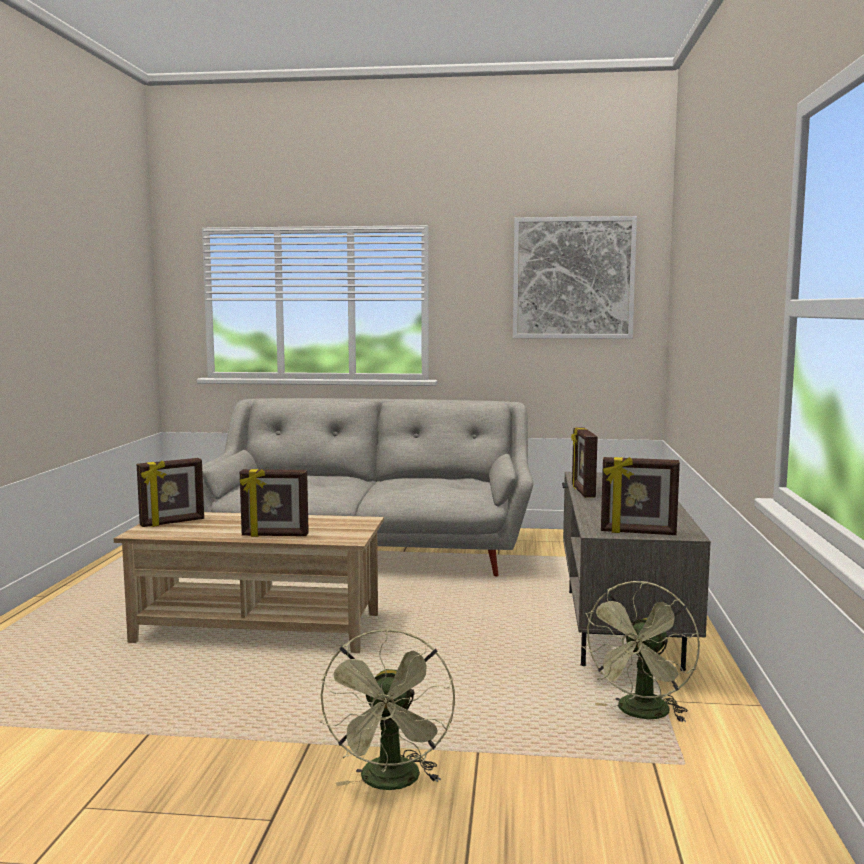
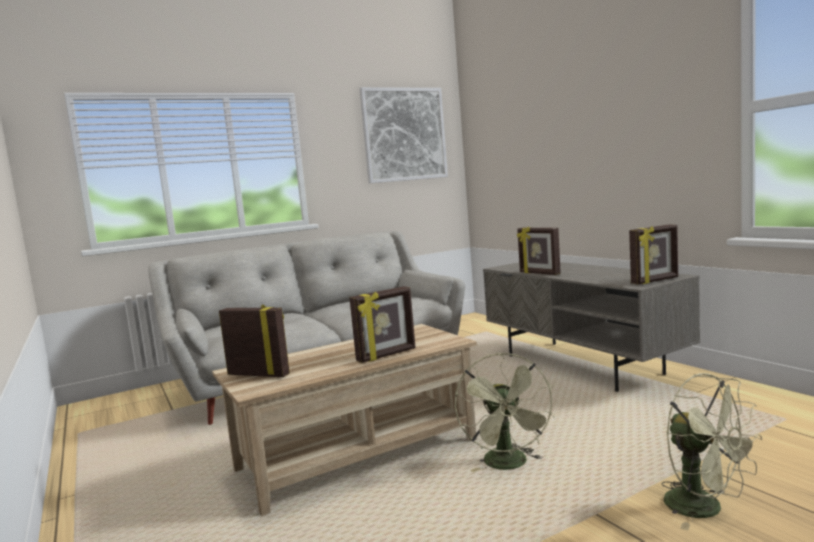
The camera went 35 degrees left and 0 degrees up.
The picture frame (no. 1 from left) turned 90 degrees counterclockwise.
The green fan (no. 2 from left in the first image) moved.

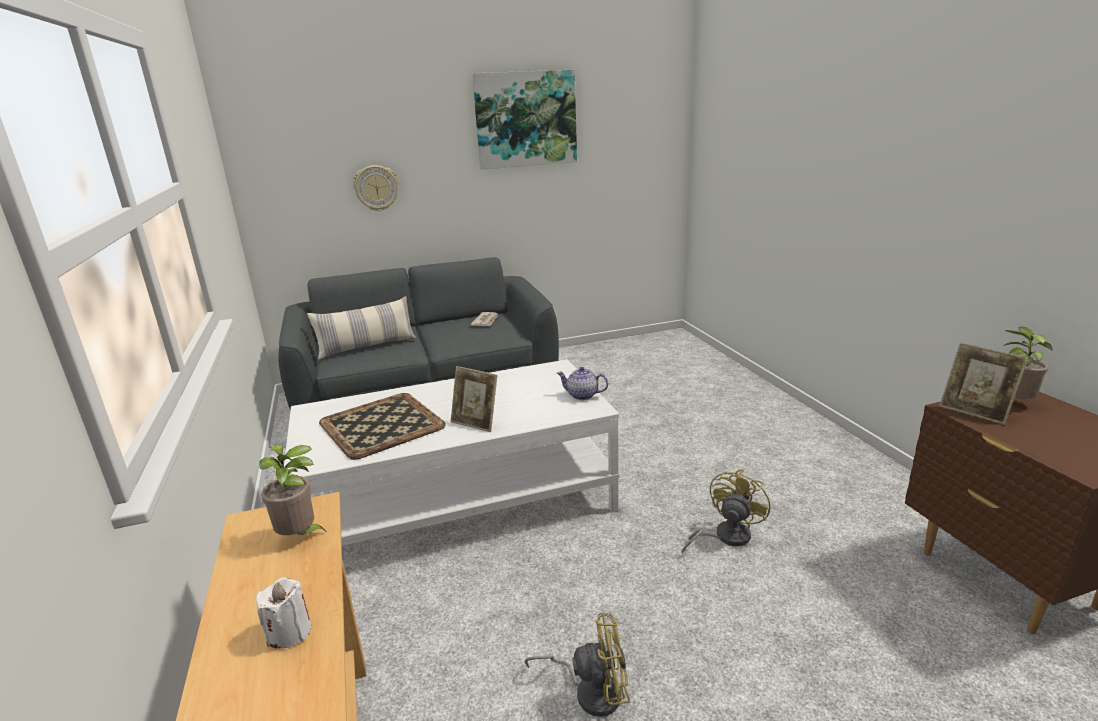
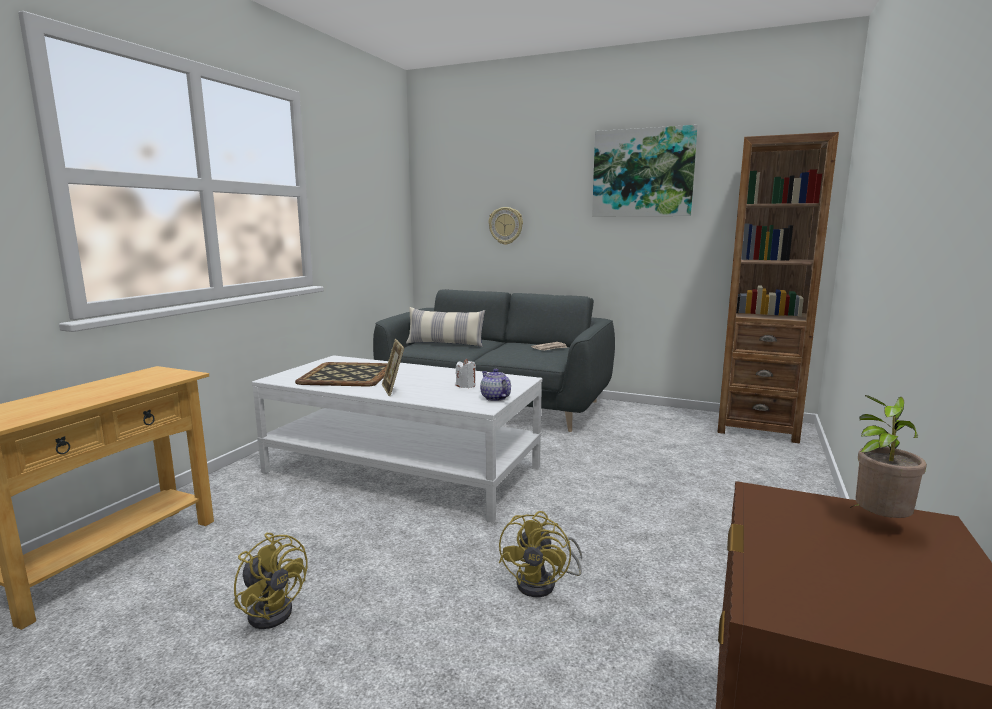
The camera went 40 degrees right and 10 degrees down.
The white candle moved.
The yellow fan (no. 2 from left) turned 120 degrees clockwise.
The brown bookcase appeared.
The potted plant (no. 1 from left) disappeared.
The picture frame (no. 2 from left) disappeared.

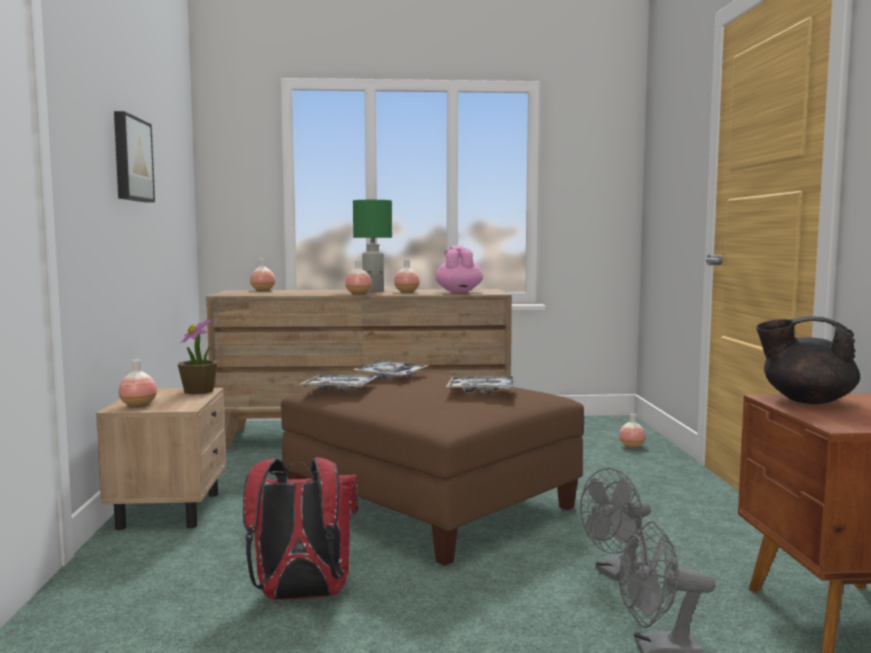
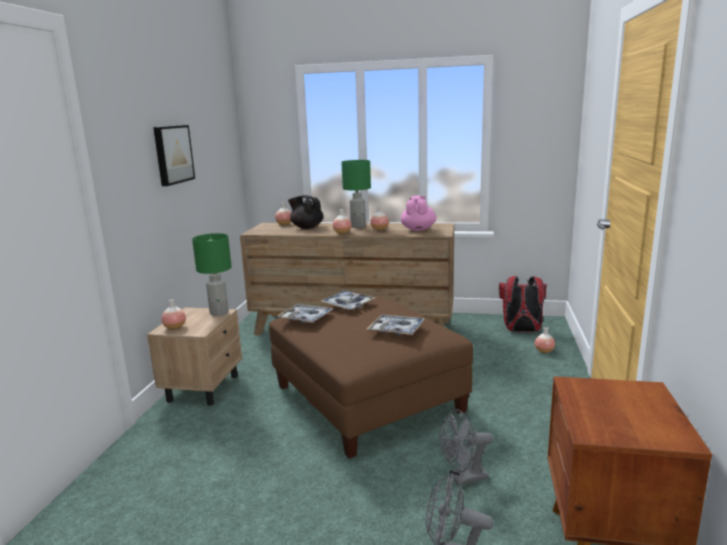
The camera went 15 degrees right and 10 degrees up.
The potted plant was replaced by the green table lamp (no. 1 from left).
The black teapot moved.
The red backpack moved.

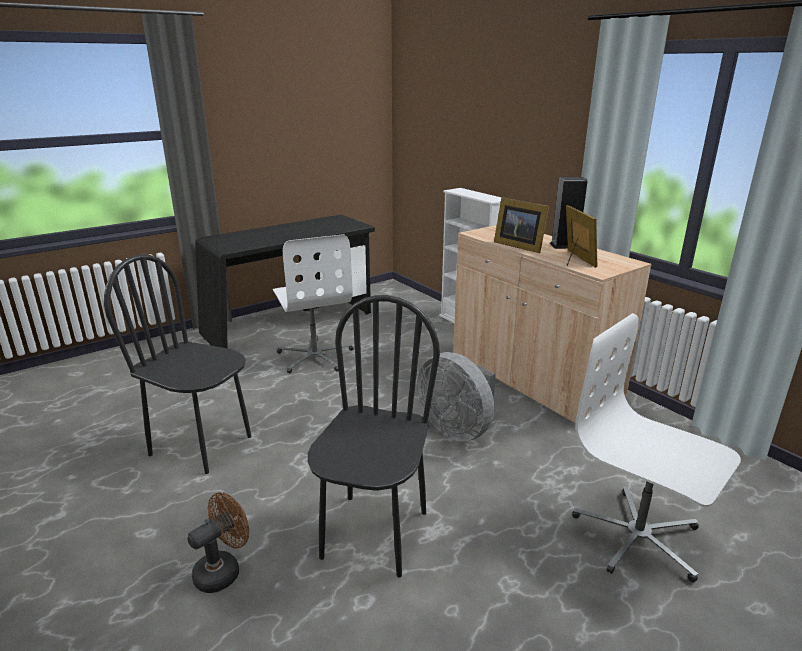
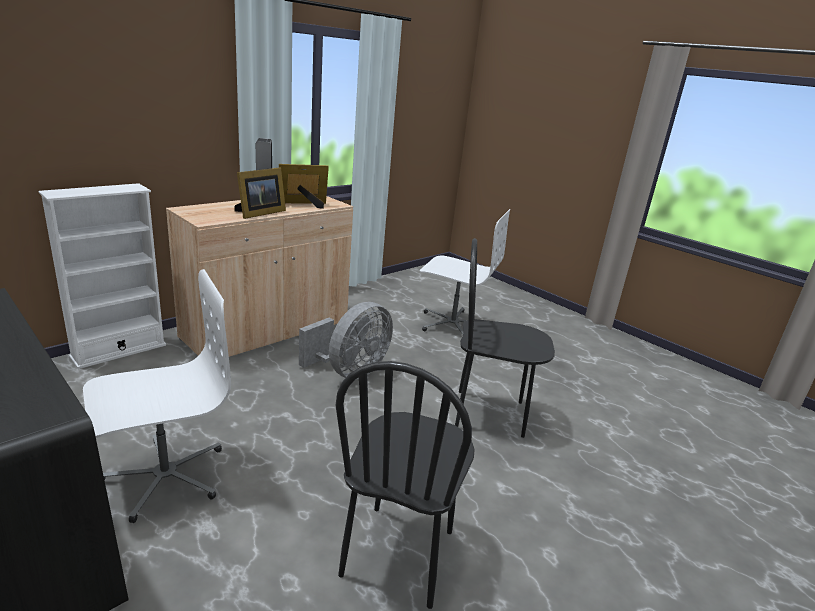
The camera went 100 degrees left and 0 degrees up.
The white office chair (no. 2 from left) turned 105 degrees counterclockwise.
The brown fan disappeared.

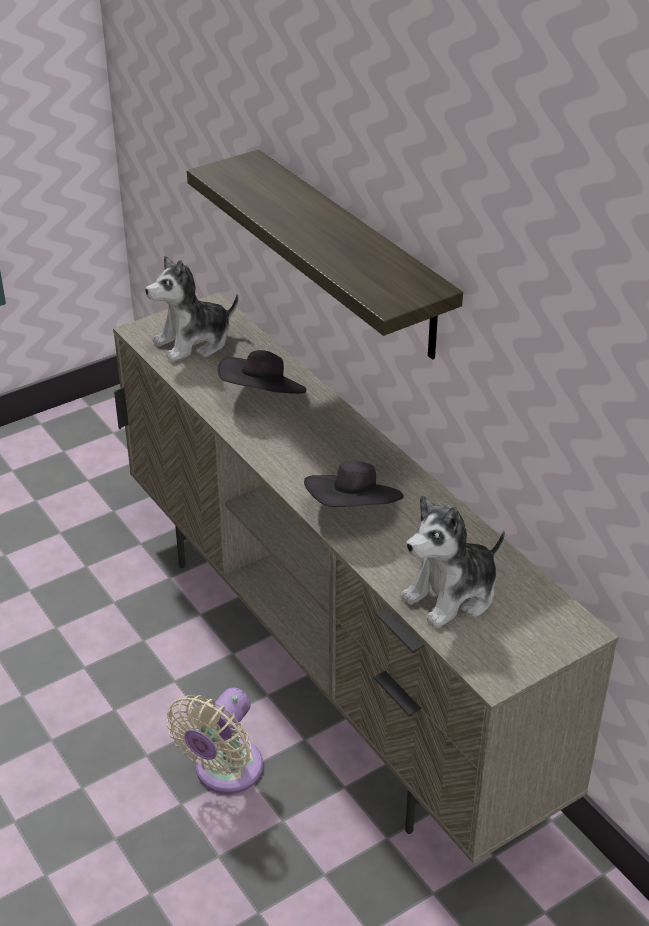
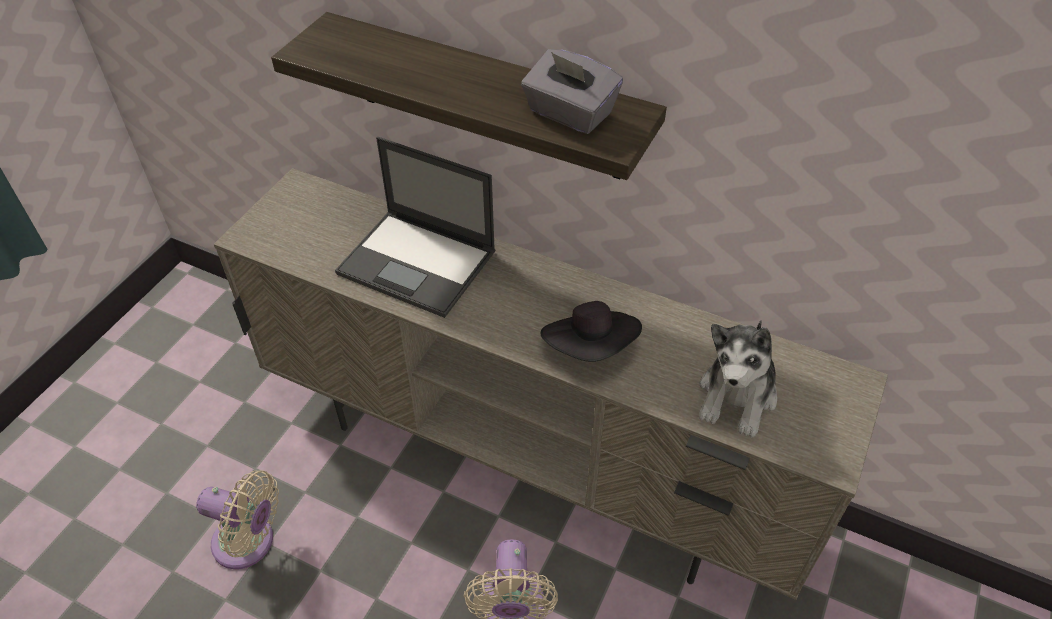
The camera went 30 degrees left and 10 degrees up.
The beige fan (no. 1 from left) appeared.
The black hat (no. 1 from left) was replaced by the laptop.
The grey tissue box appeared.
The plush toy (no. 1 from left) disappeared.

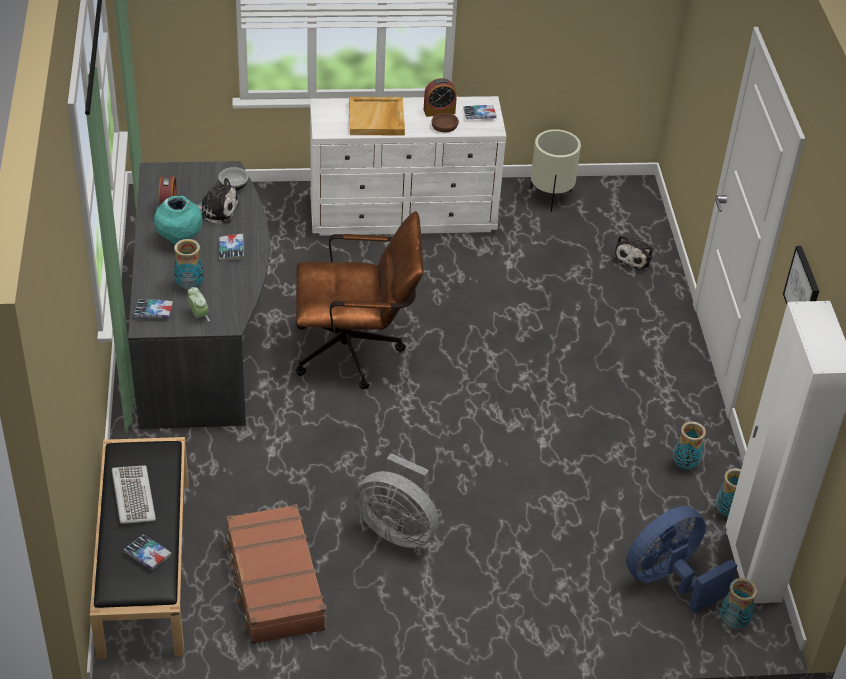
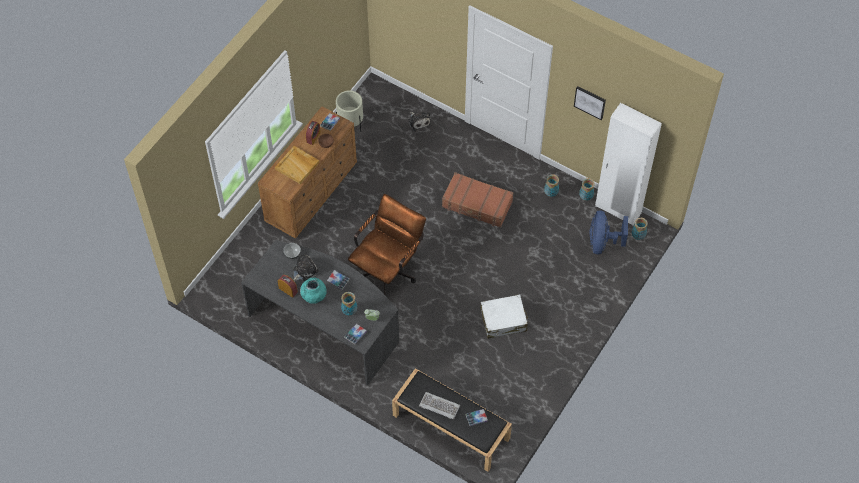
The camera went 50 degrees left and 15 degrees up.
The white dresser became the brown dresser.
The brown suitcase moved.
The grey fan was replaced by the white suitcase.

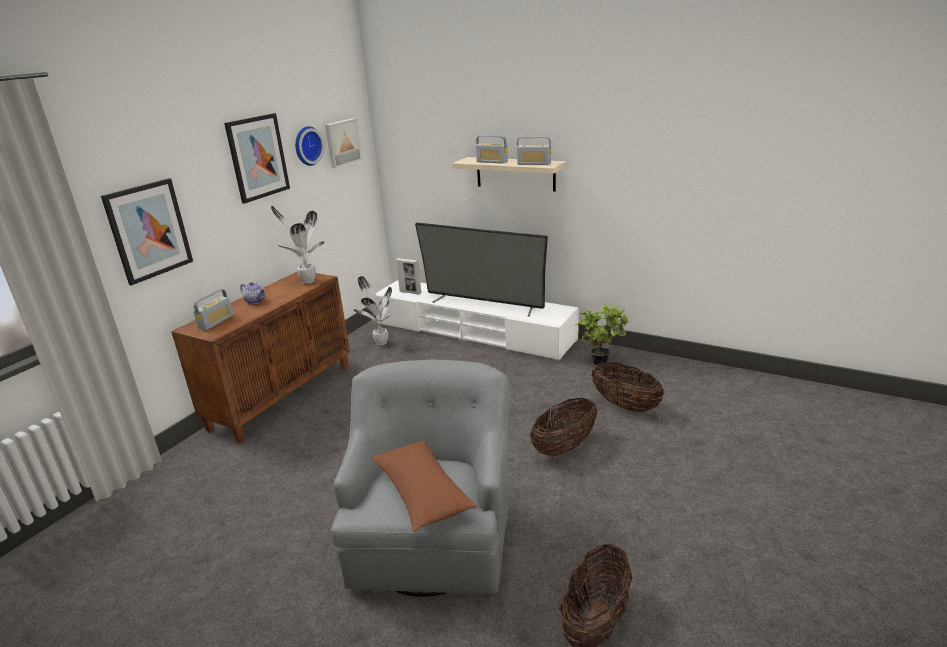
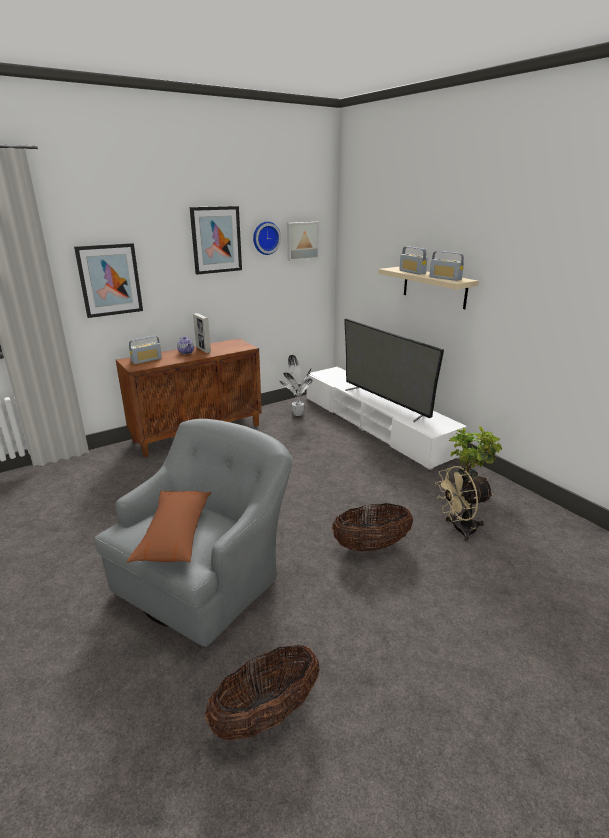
The camera went 25 degrees right and 0 degrees up.
The picture frame moved.
The basket (no. 3 from left) was replaced by the beige fan.
The potted plant (no. 1 from left) disappeared.

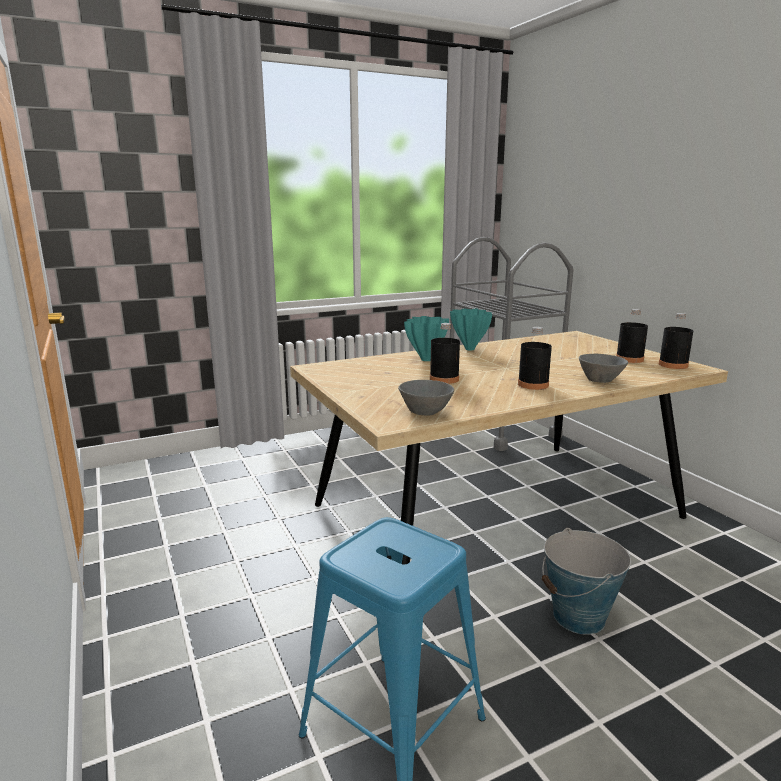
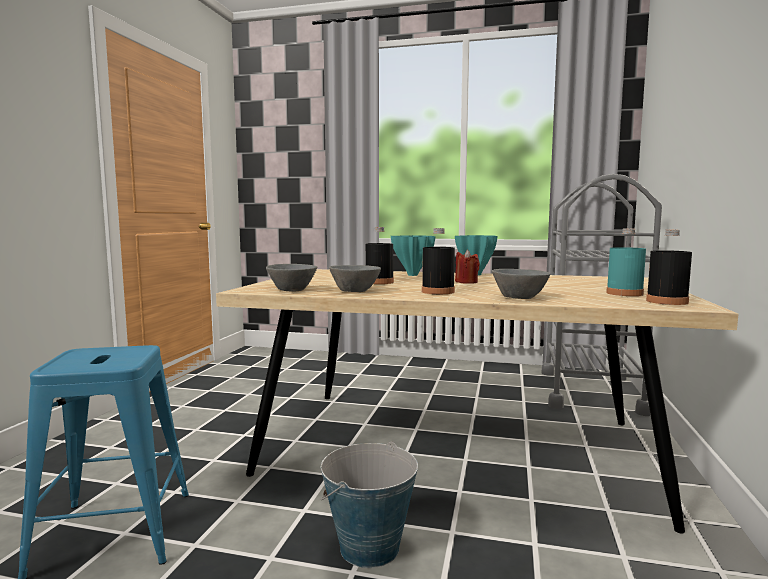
The camera went 40 degrees right and 10 degrees down.
The grey bowl (no. 2 from left) appeared.
The red candle appeared.
The black bottle (no. 3 from left) became the turquoise bottle.

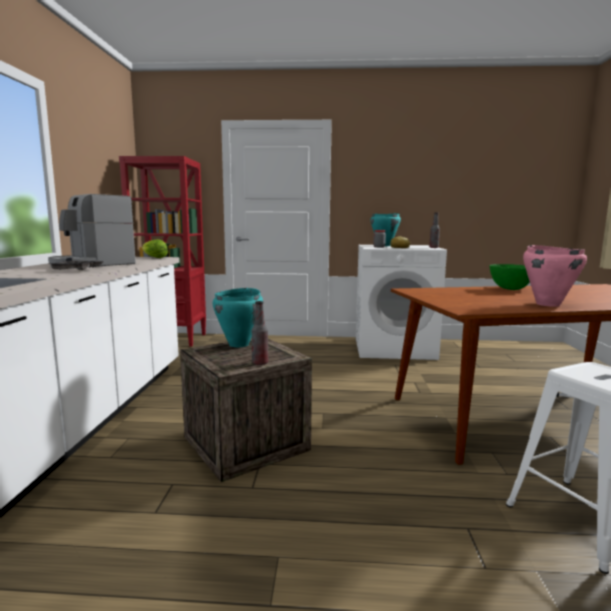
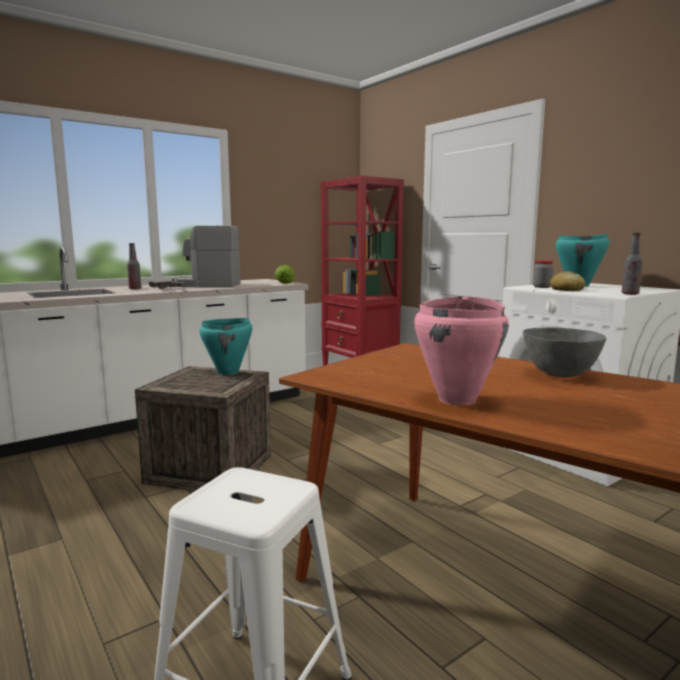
The camera went 50 degrees right and 0 degrees up.
The bottle (no. 1 from left) moved.
The green bowl became the grey bowl.

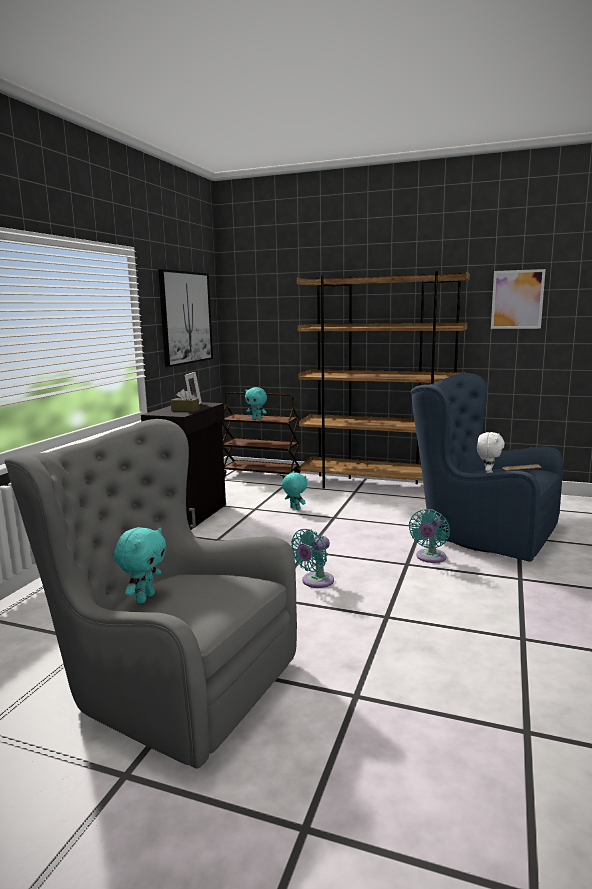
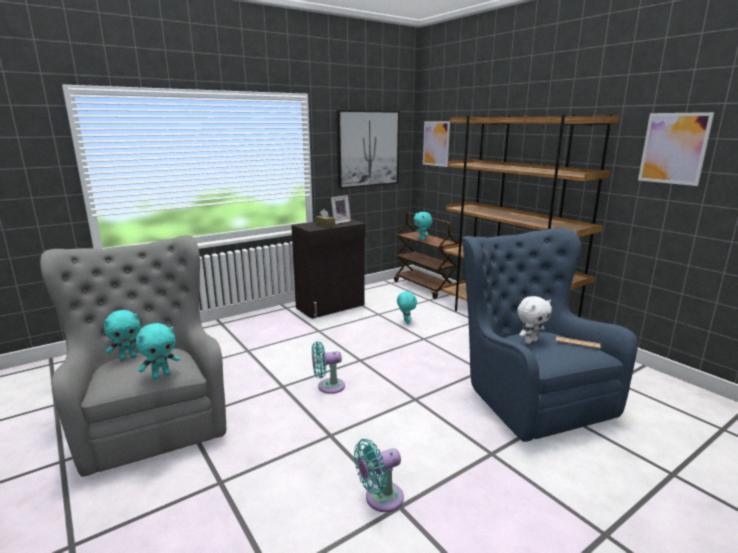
The camera went 35 degrees right and 5 degrees up.
The turquoise plush toy (no. 2 from left) appeared.
The turquoise fan (no. 2 from left) moved.
The picture (no. 2 from left) appeared.

